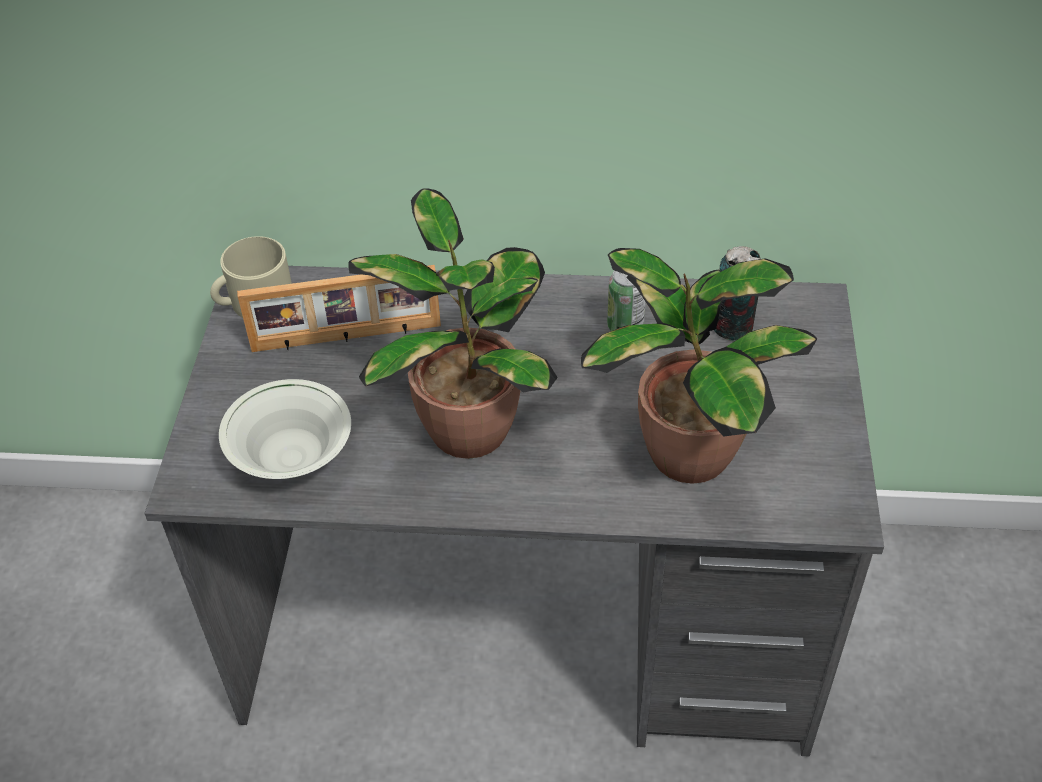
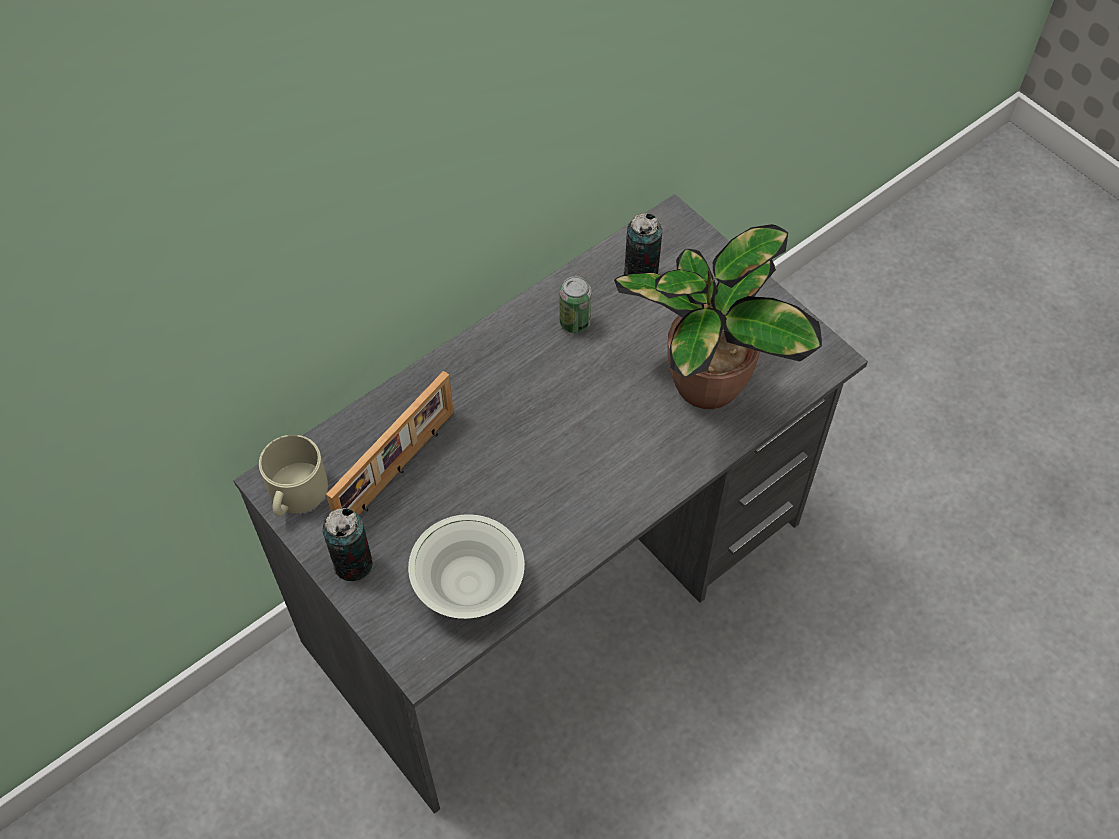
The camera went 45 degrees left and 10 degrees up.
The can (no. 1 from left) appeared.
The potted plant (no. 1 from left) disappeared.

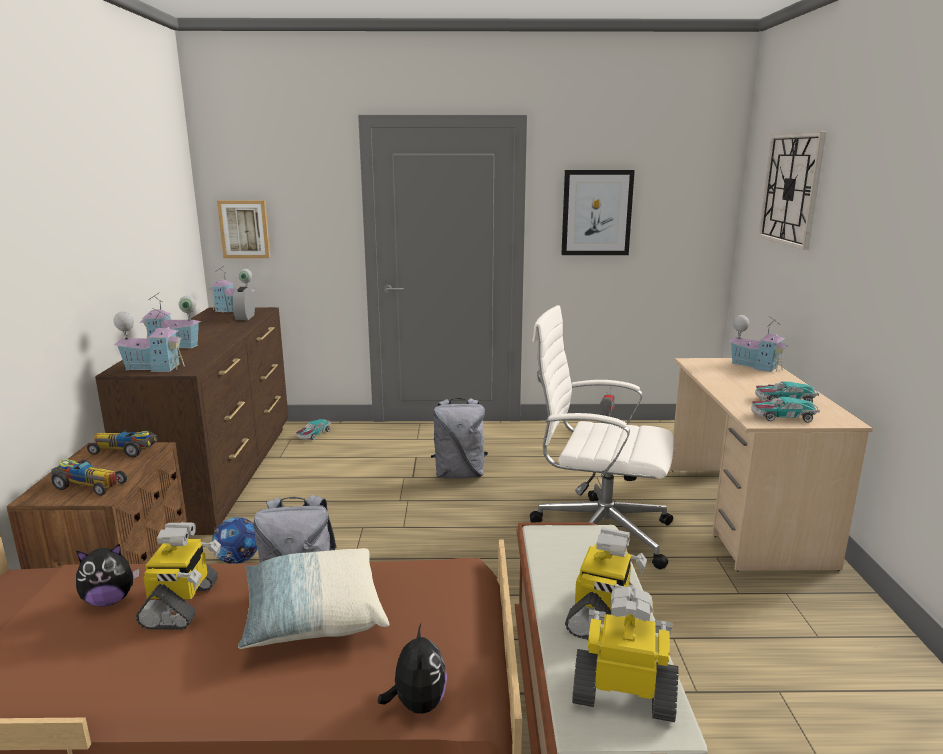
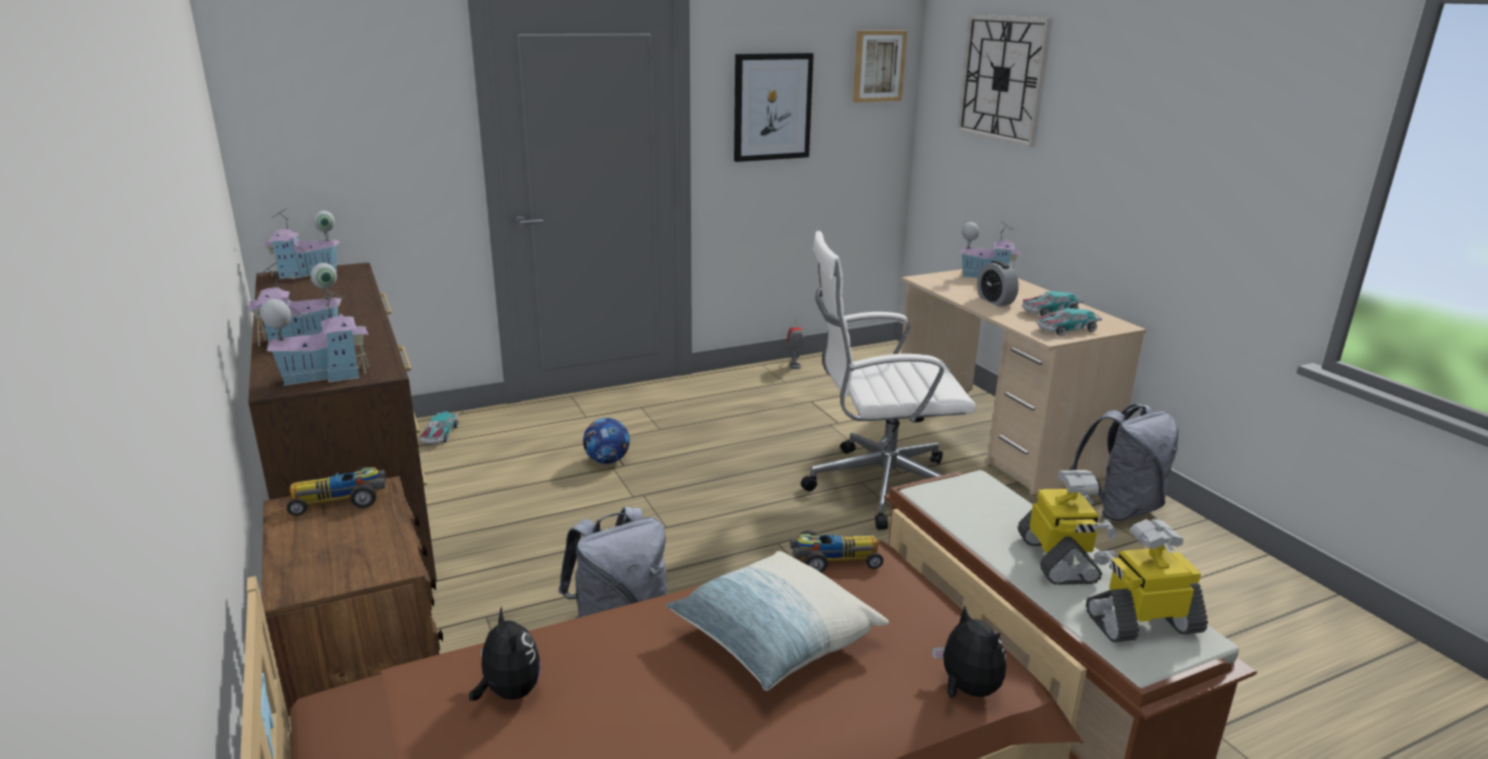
The camera went 25 degrees left and 5 degrees up.
The plush toy (no. 1 from left) turned 75 degrees counterclockwise.
The football moved.
The toy car (no. 1 from left in the first image) moved.
The picture (no. 1 from left in the first image) moved.
The alarm clock moved.
The grey backpack (no. 2 from left) moved.
The toy robot (no. 1 from left) disappeared.

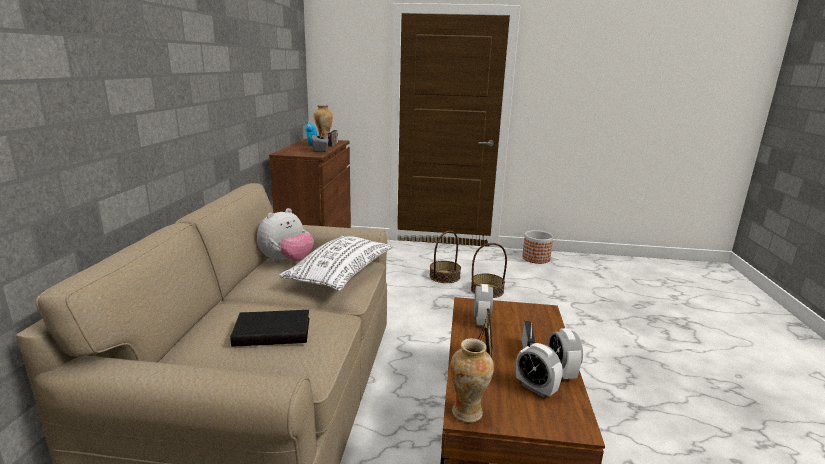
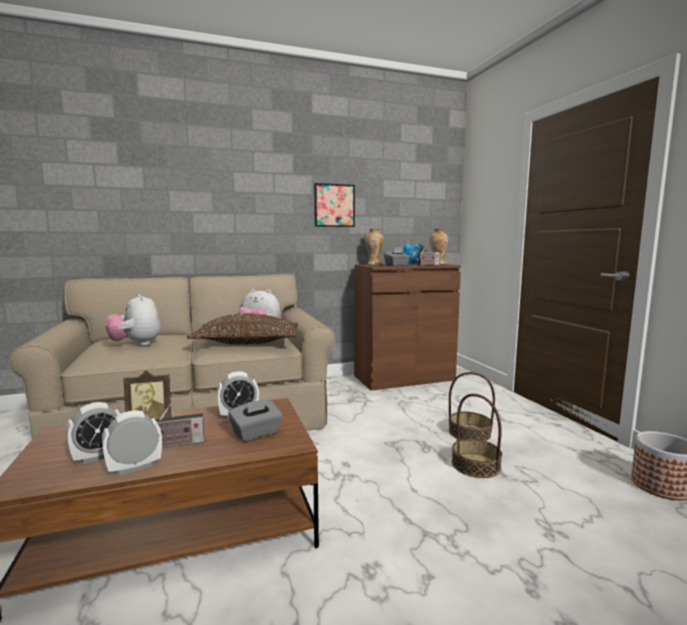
The camera went 65 degrees right and 10 degrees down.
The alarm clock (no. 3 from left in the first image) turned 150 degrees counterclockwise.
The black book was replaced by the plush toy (no. 1 from left).
The white pillow became the brown pillow.
The grey tissue box (no. 1 from left) appeared.
The picture appeared.
The vase (no. 2 from left in the first image) moved.

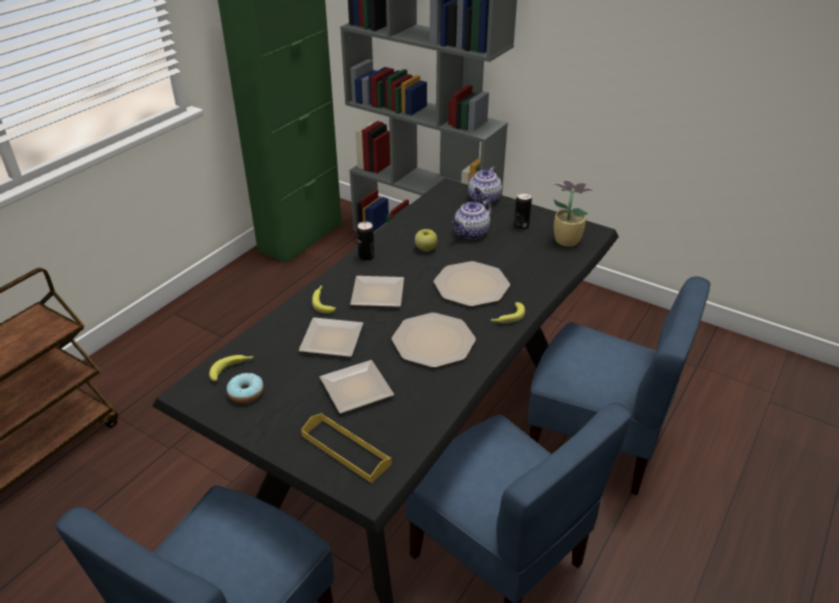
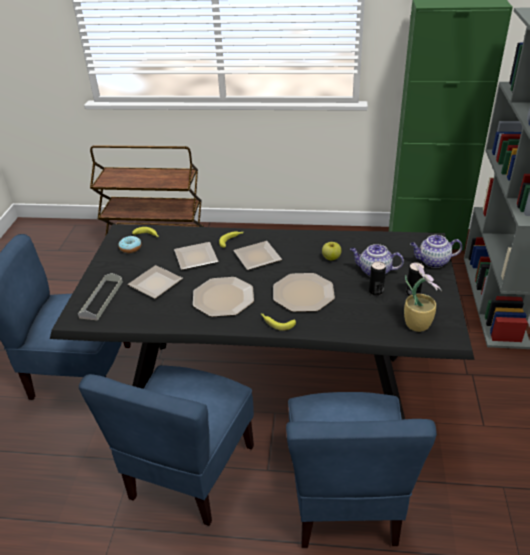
The camera went 65 degrees right and 0 degrees up.
The yellow tray became the grey tray.
The can (no. 1 from left) moved.

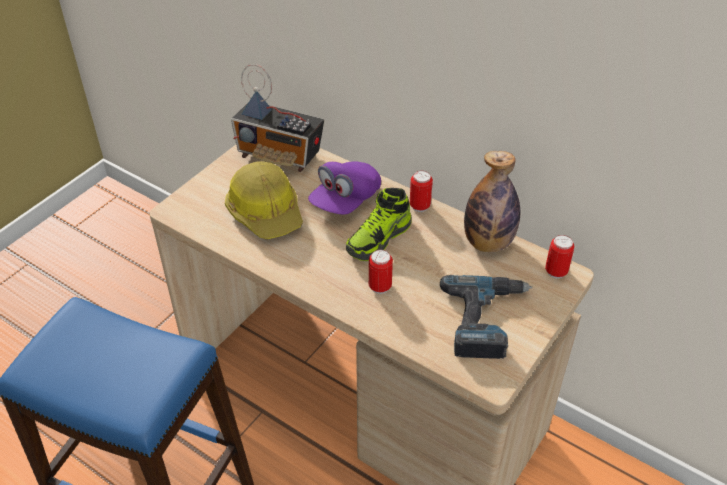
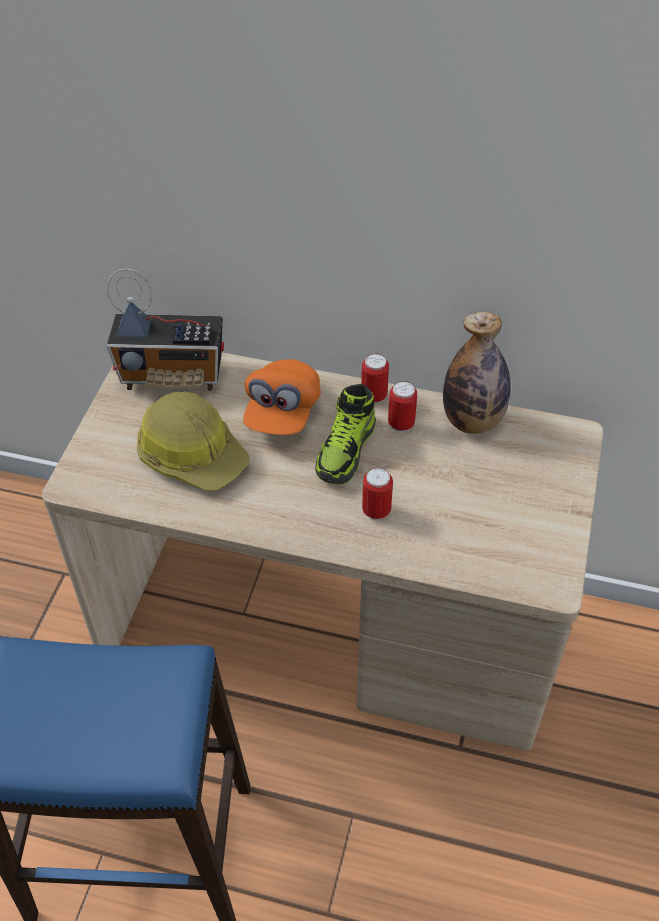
The camera went 20 degrees left and 5 degrees up.
The purple cap became the orange cap.
The can (no. 3 from left) moved.
The power drill disappeared.

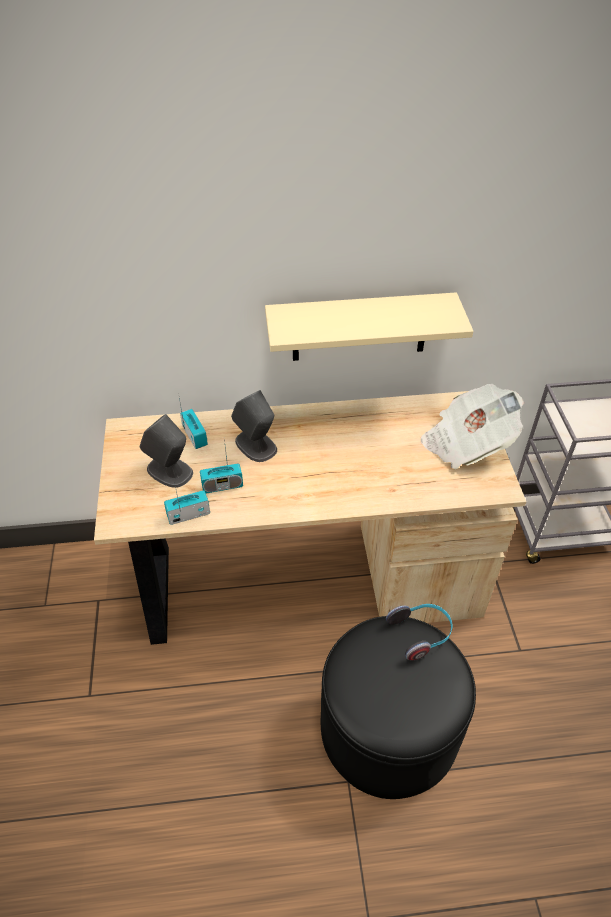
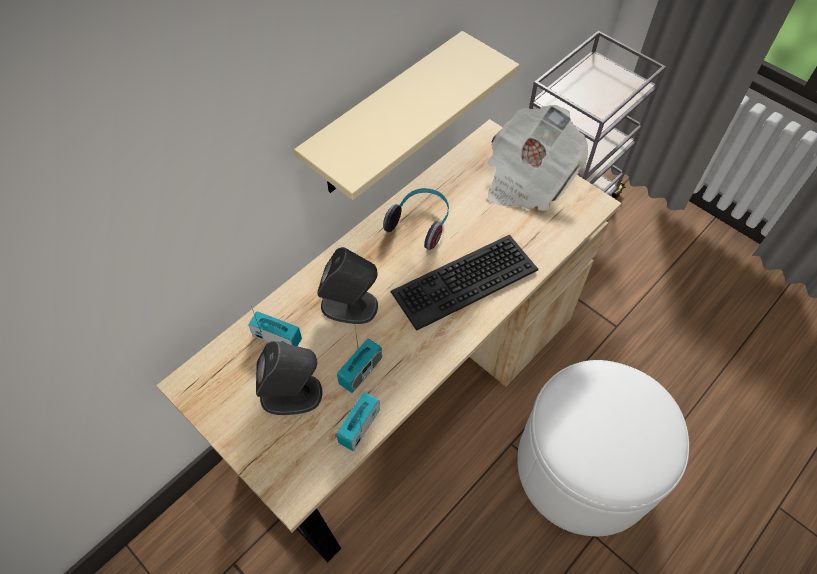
The camera went 40 degrees left and 10 degrees up.
The headphones moved.
The keyboard appeared.
The black ottoman became the white ottoman.

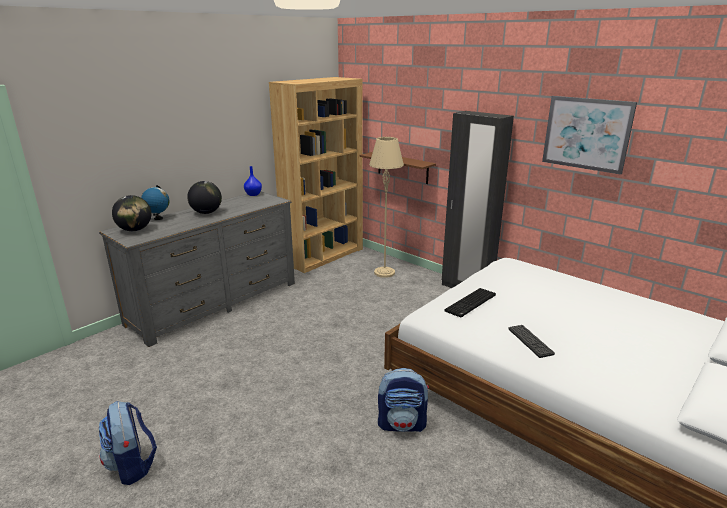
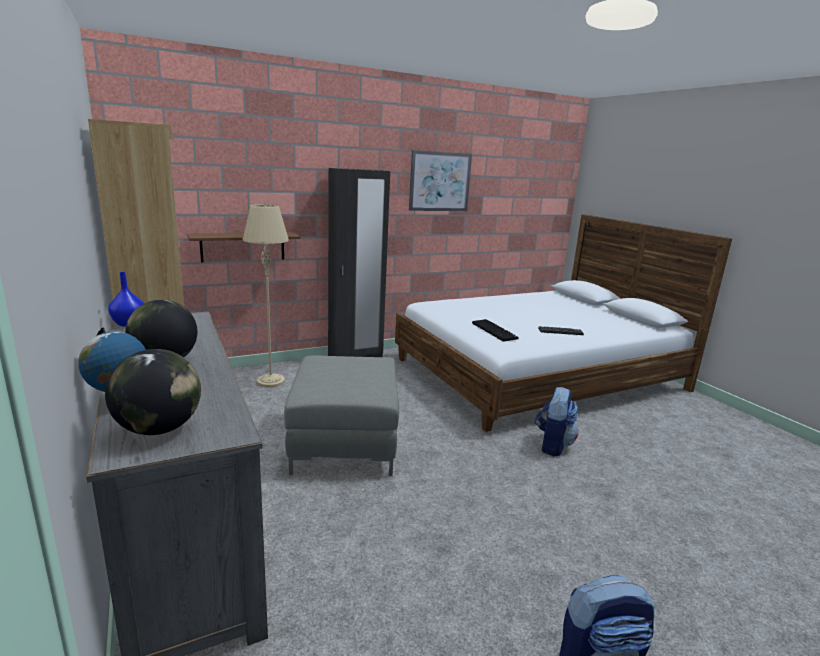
The camera went 70 degrees left and 5 degrees down.
The grey ottoman appeared.

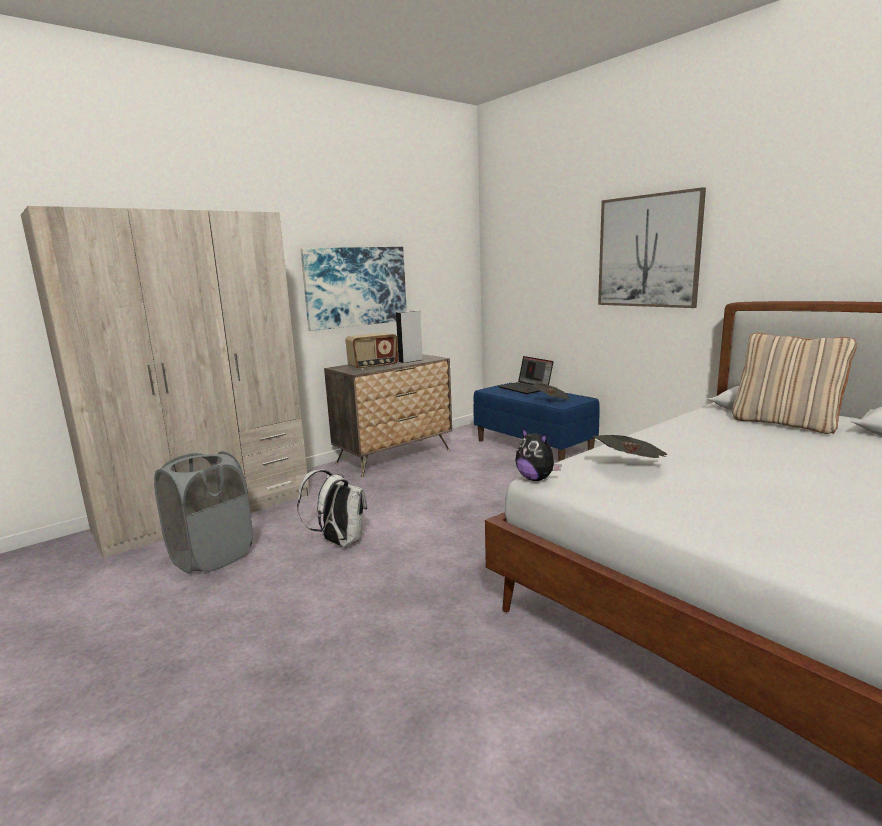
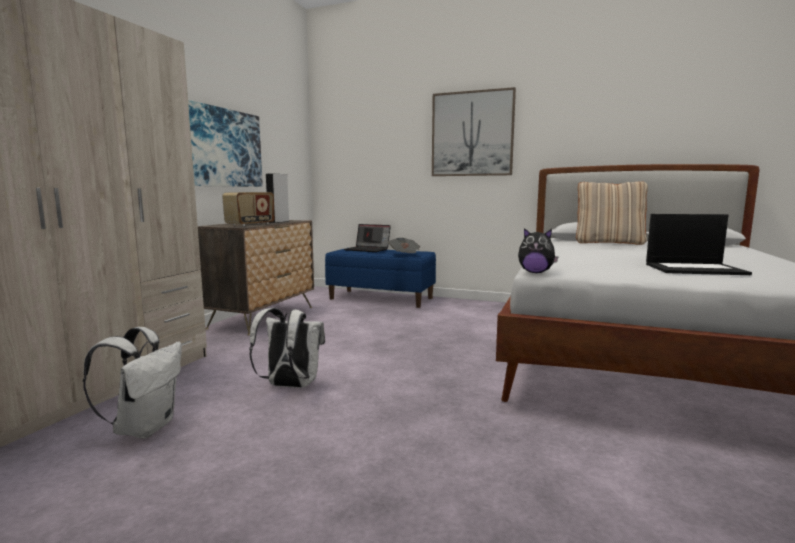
The camera went 30 degrees left and 5 degrees down.
The grey laundry basket was replaced by the white backpack (no. 1 from left).
The laptop (no. 2 from left) appeared.
The newspaper (no. 2 from left) disappeared.

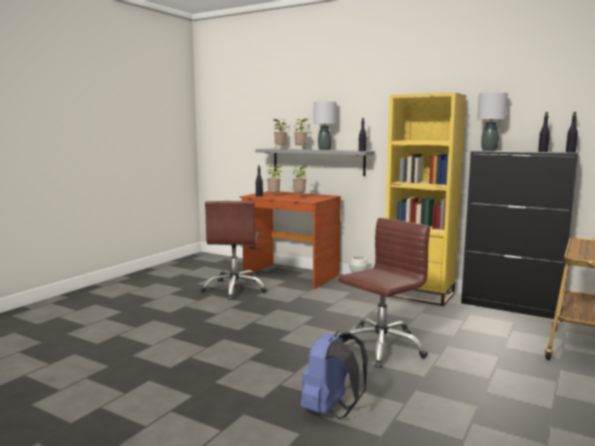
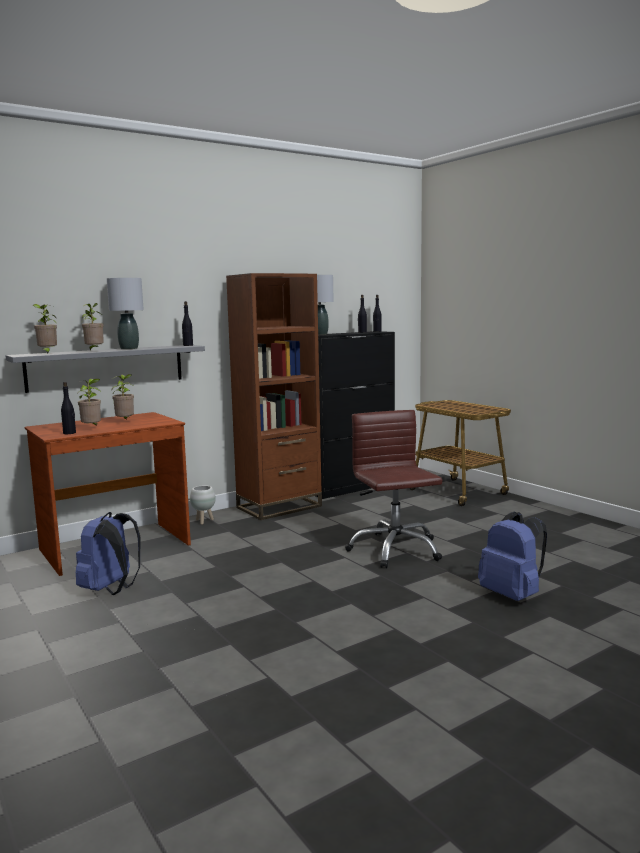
The camera went 65 degrees left and 0 degrees up.
The brown office chair (no. 1 from left) was replaced by the blue backpack (no. 1 from left).
The yellow bookcase became the brown bookcase.

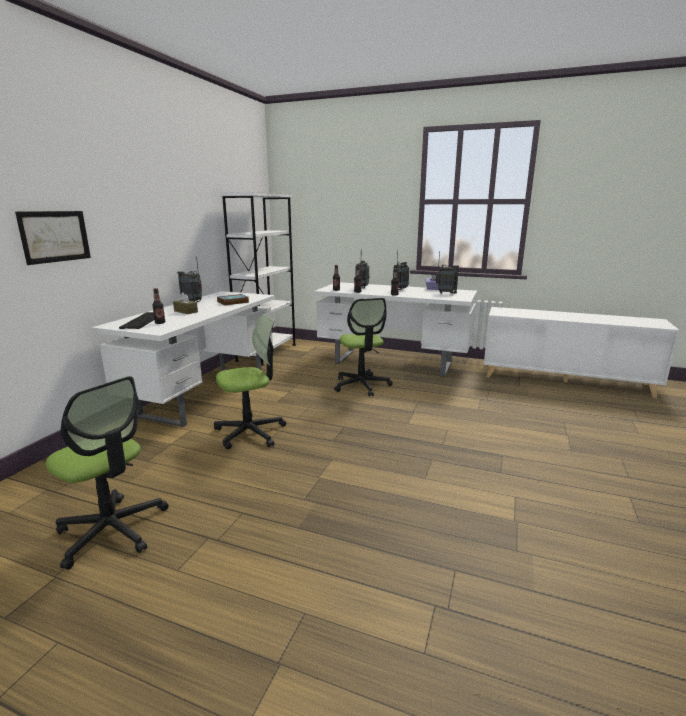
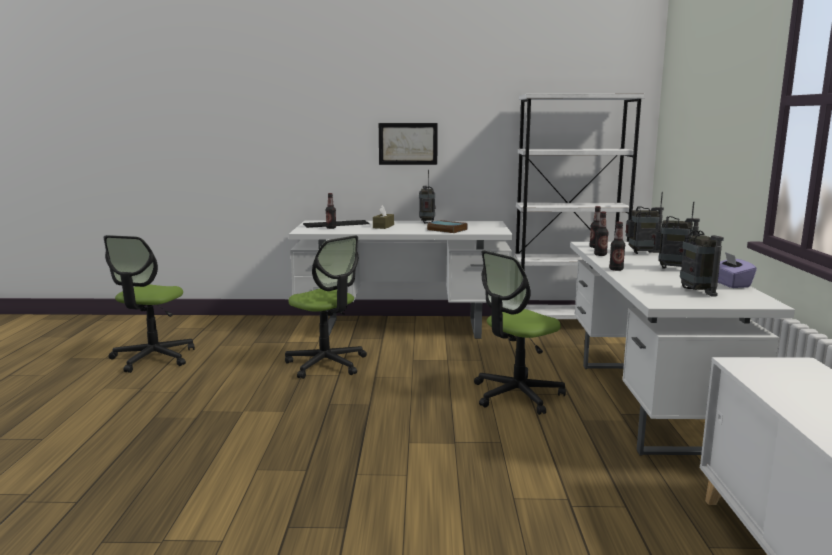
The camera went 70 degrees right and 5 degrees down.
The picture moved.

